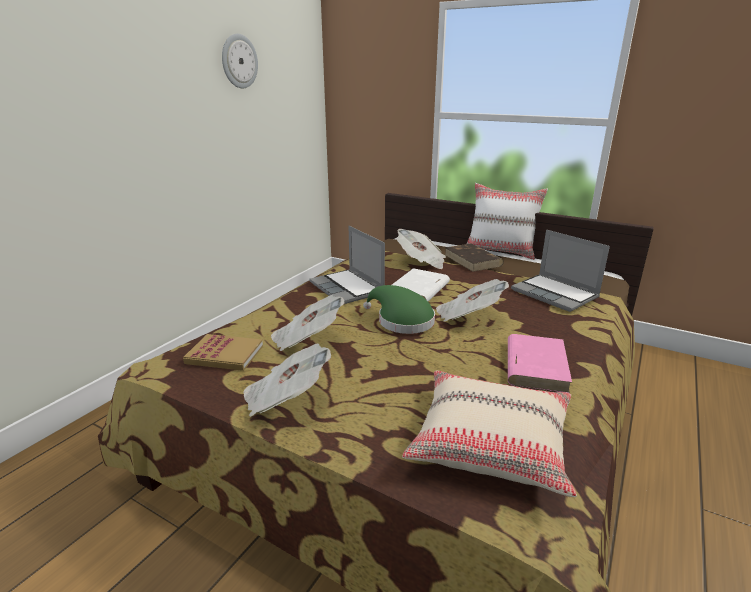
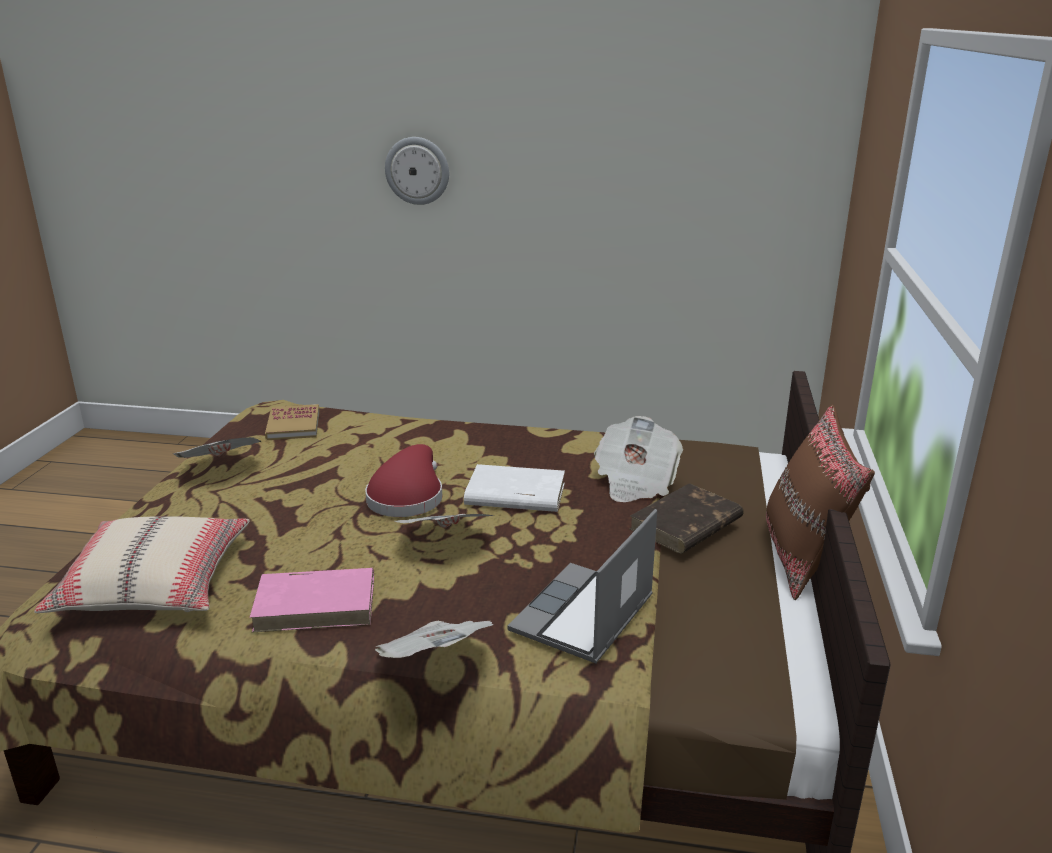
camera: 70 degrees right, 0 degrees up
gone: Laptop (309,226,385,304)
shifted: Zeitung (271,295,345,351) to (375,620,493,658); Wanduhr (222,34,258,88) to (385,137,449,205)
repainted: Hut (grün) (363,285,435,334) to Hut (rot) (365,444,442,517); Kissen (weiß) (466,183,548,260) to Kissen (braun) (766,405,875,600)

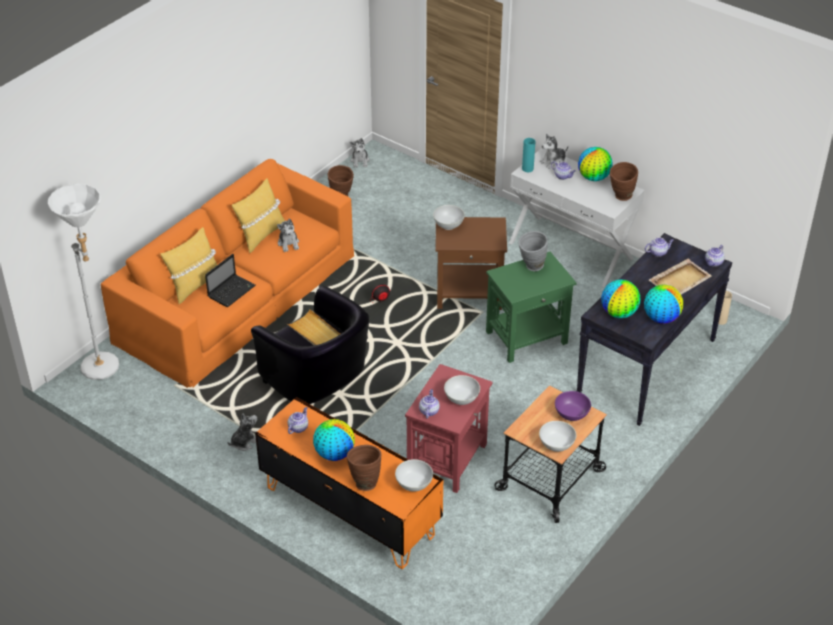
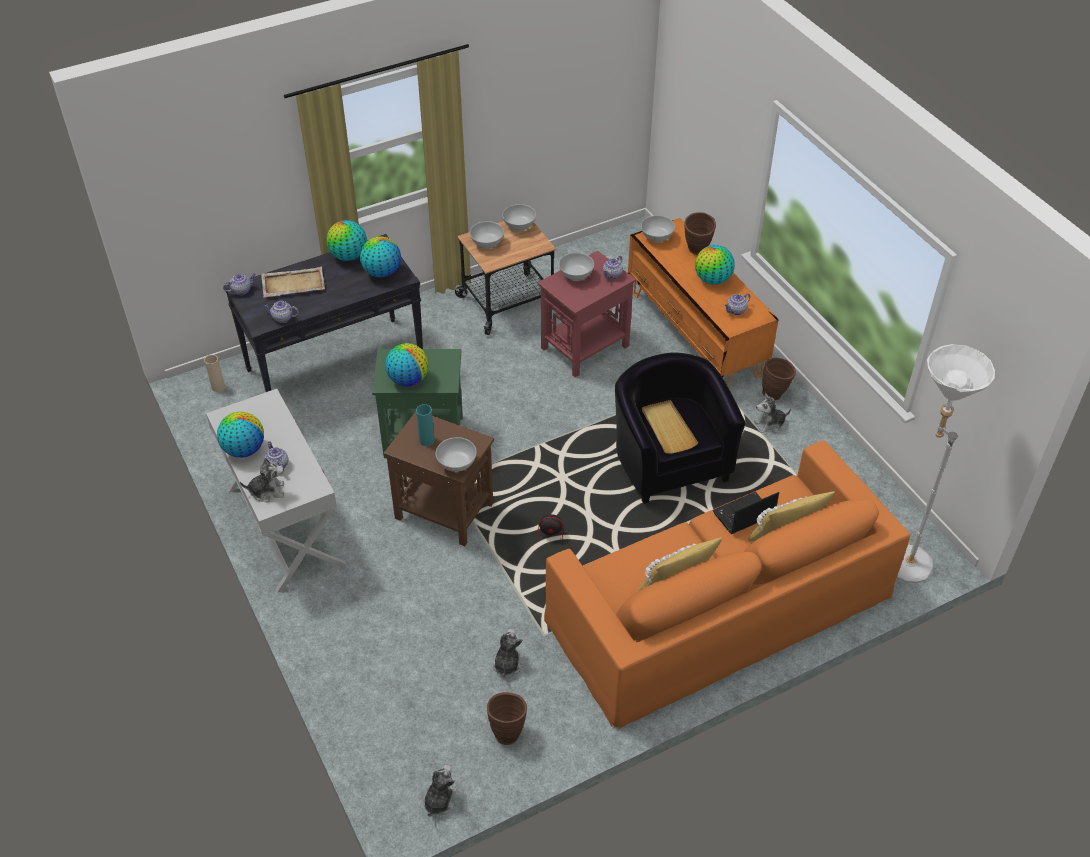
camera: 155 degrees left, 5 degrees up
shifted: Vase (türkis) (522,138,535,172) to (416,404,434,446); Plüschtier (277,218,299,252) to (493,628,523,678); Vase (braun) (610,162,638,201) to (762,358,796,400)
swapped: Vase (grau) (518,231,548,271) to Globus (385,343,429,387)
repainted: Schüssel (lila) (555,391,591,421) to Schüssel (weiß) (470,221,504,249)

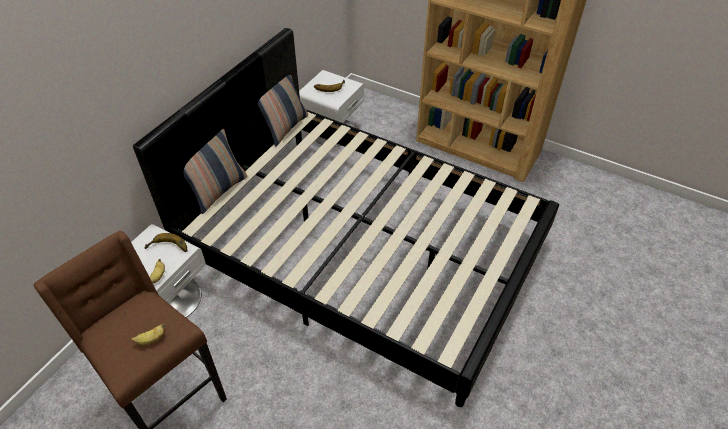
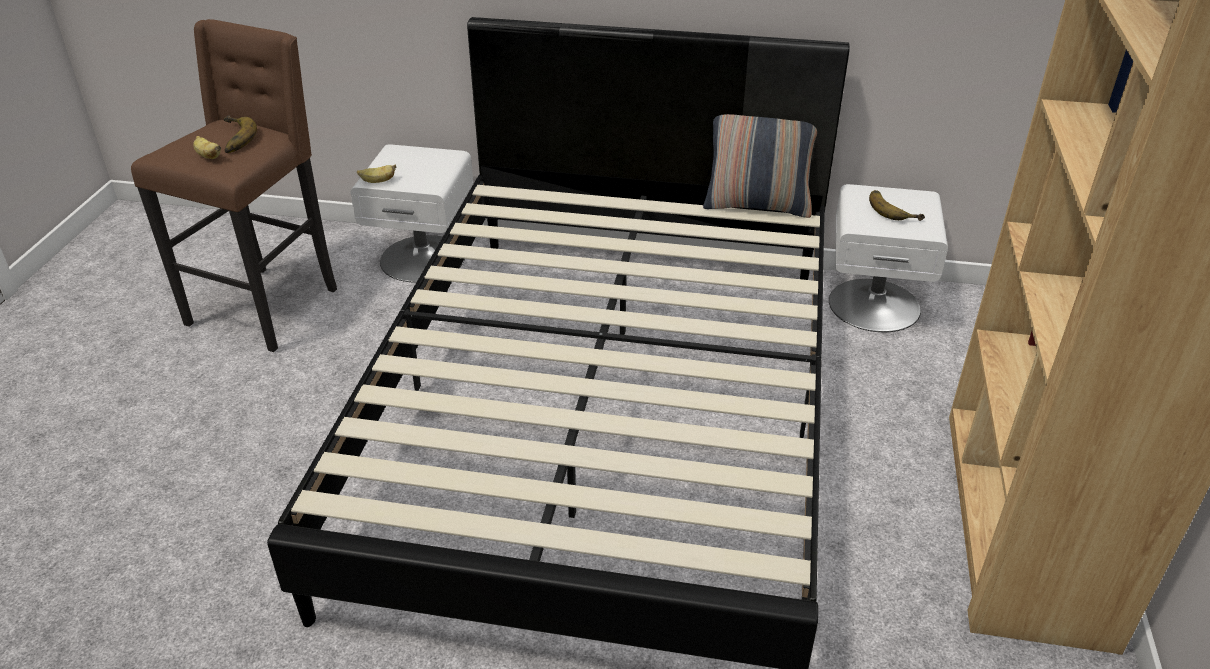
camera: 70 degrees right, 10 degrees down
gone: Kissen (183,129,247,214)
shifted: Banane (144,233,187,252) to (224,115,257,153)

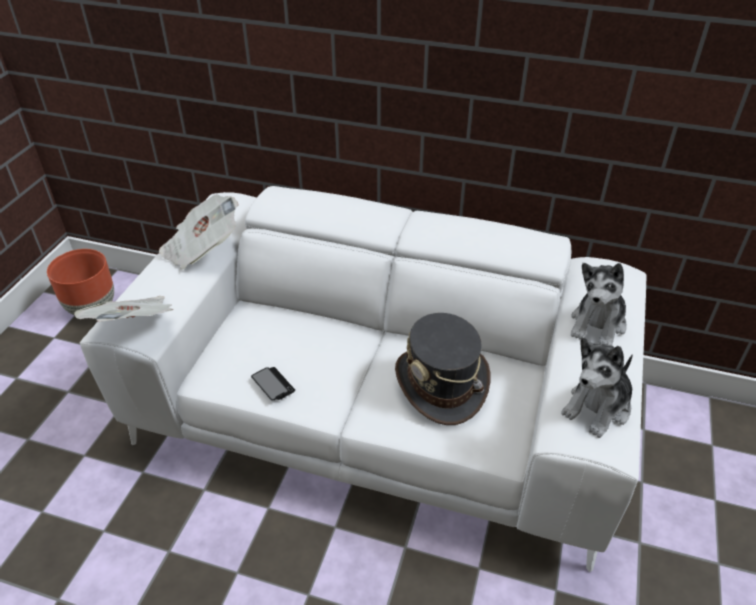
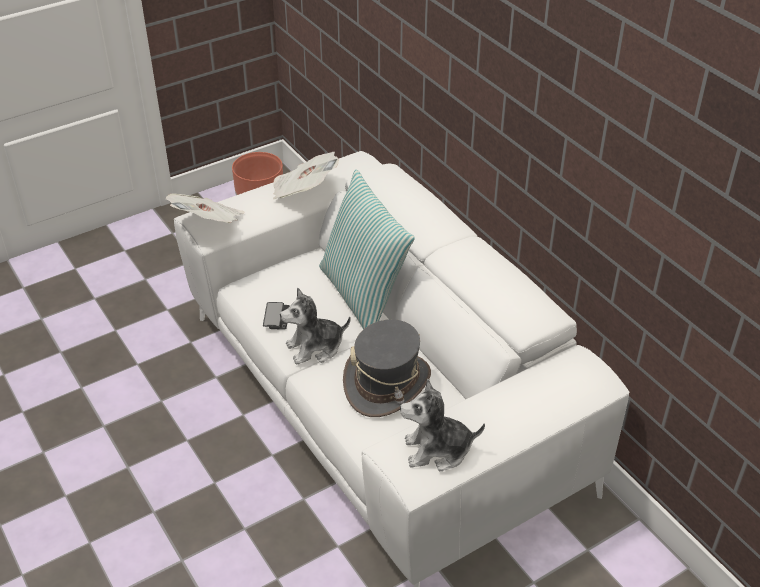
camera: 40 degrees right, 0 degrees up
new: Kissen (319,169,415,329)
shifted: Plüschtier (571,263,627,345) to (280,287,351,364)

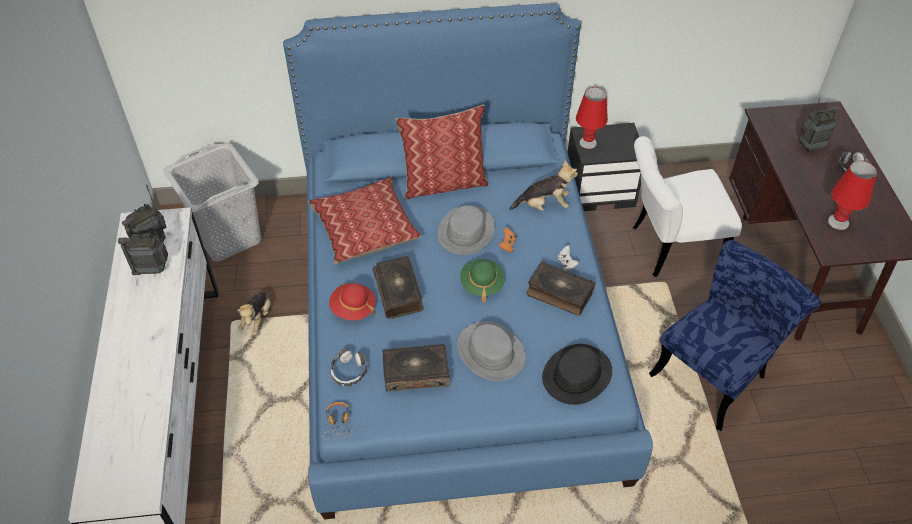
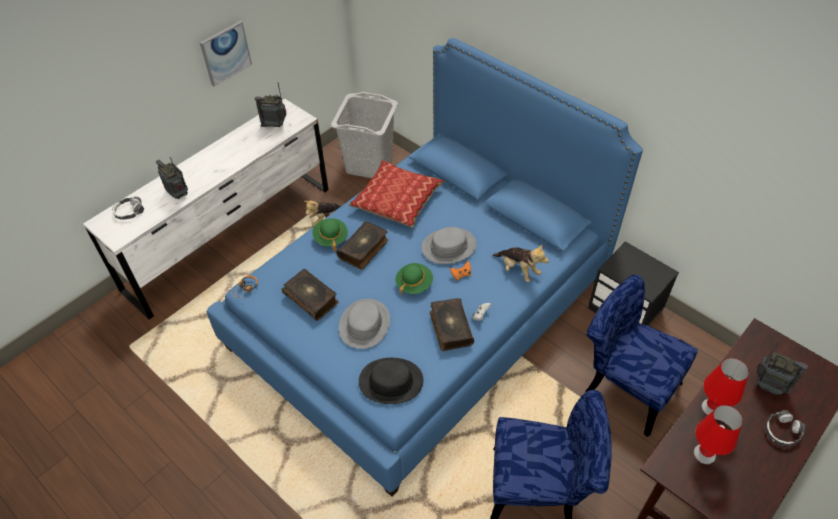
camera: 50 degrees right, 0 degrees up
gone: Kissen (395,104,488,199)
new: Bild (200,21,252,86)
shifted: Kopfhörer (330,348,367,386) to (112,196,144,219); Radio (118,216,168,275) to (156,157,188,199); Tischlampe (rot) (576,87,608,149) to (701,358,749,415)
repainted: Hut (rot) (329,283,375,320) to Hut (grün) (312,218,348,251); Stuhl (weiß) (633,136,742,277) to Stuhl (blau) (585,275,698,437)

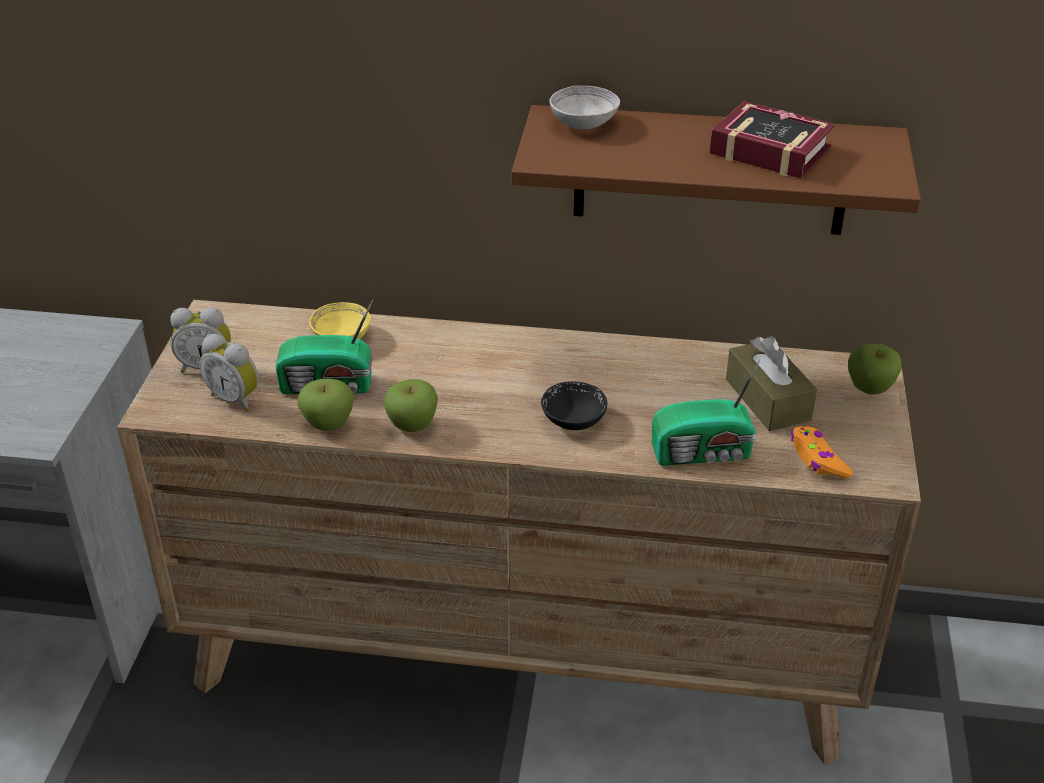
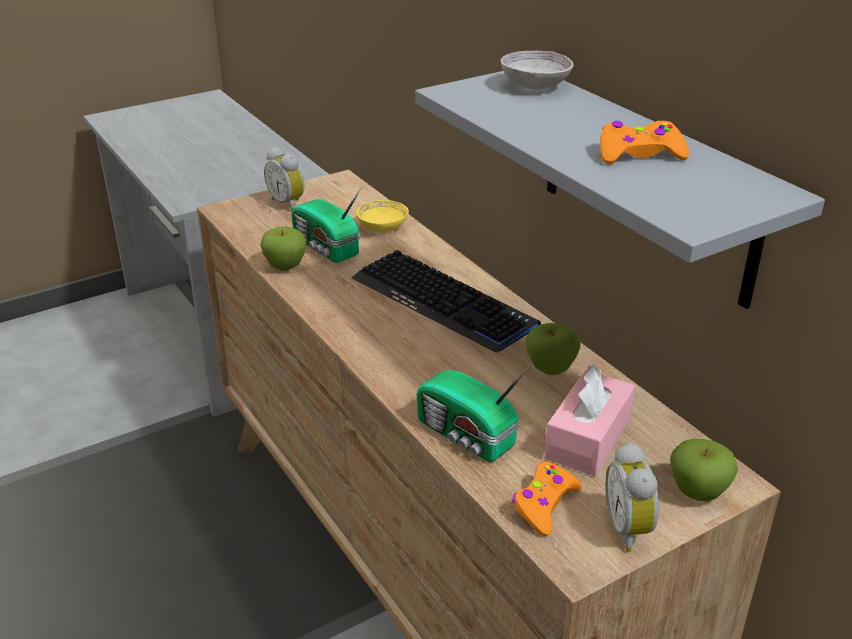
camera: 50 degrees right, 5 degrees down
gone: Schüssel (schwarz) (541,381,607,430)
new: Tastatur (352,250,541,353)
shifted: Apfel (383,379,438,432) to (525,323,581,375); Wecker (199,334,259,412) to (605,442,659,552)
swapped: Buch (710,101,835,179) to Gamepad (orange) (600,121,689,164)
repainted: Wandregal (braun) (511,105,921,235) to Wandregal (grau) (415,71,825,309); Taschentuchbox (braun) (726,336,817,431) to Taschentuchbox (rosa) (544,364,635,476)

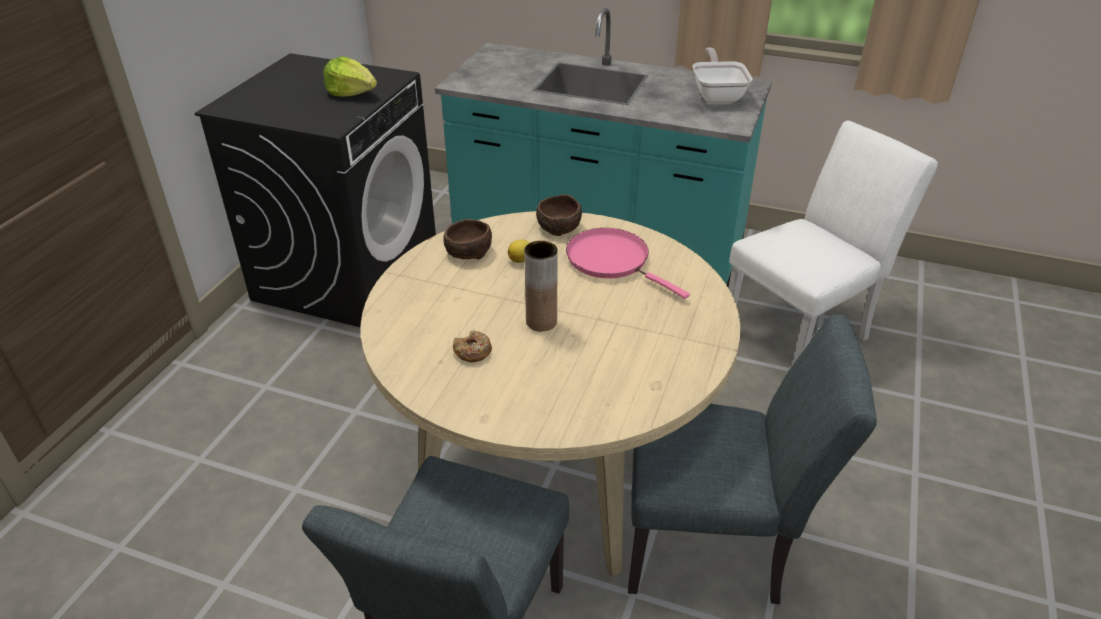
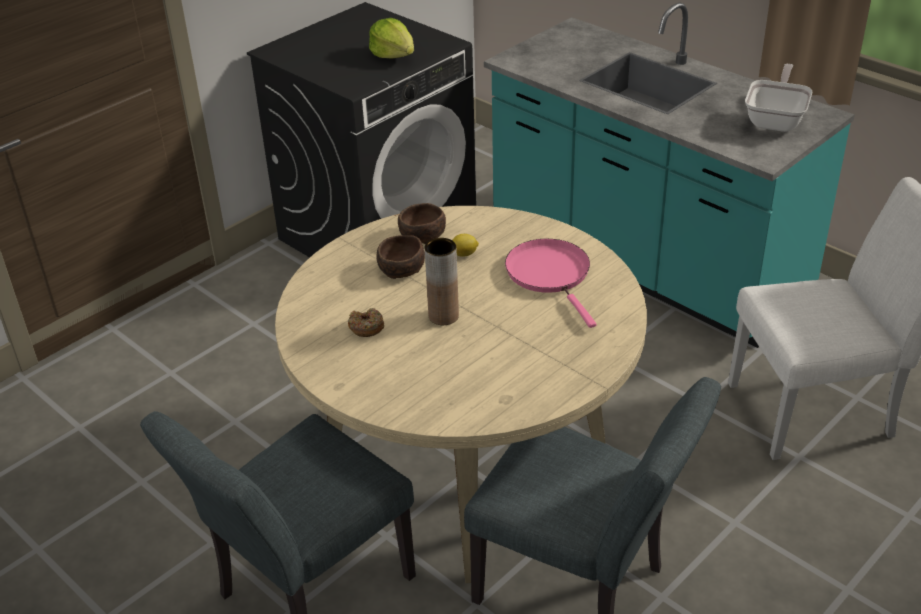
camera: 25 degrees right, 0 degrees up
shifted: Schüssel (braun) (536,194,582,236) to (376,235,425,279)

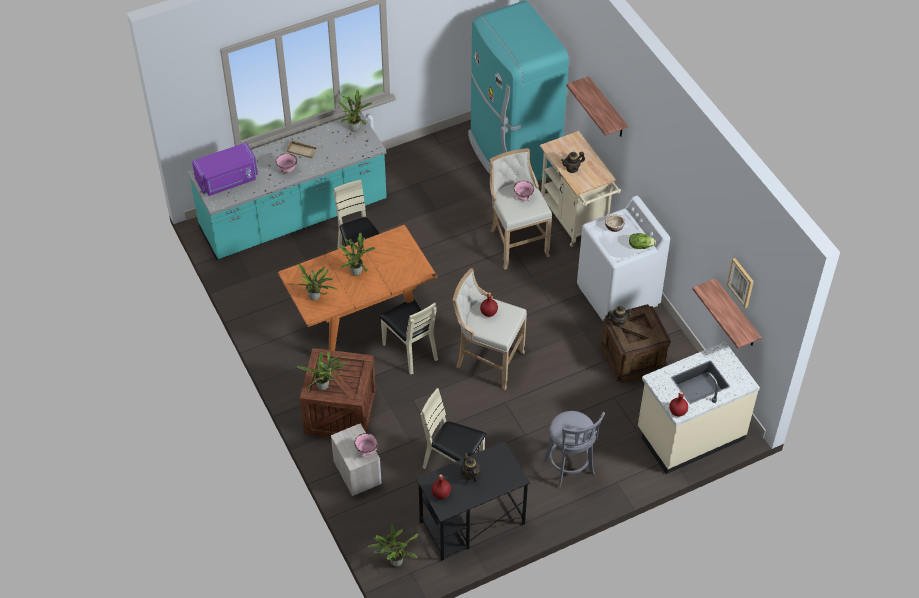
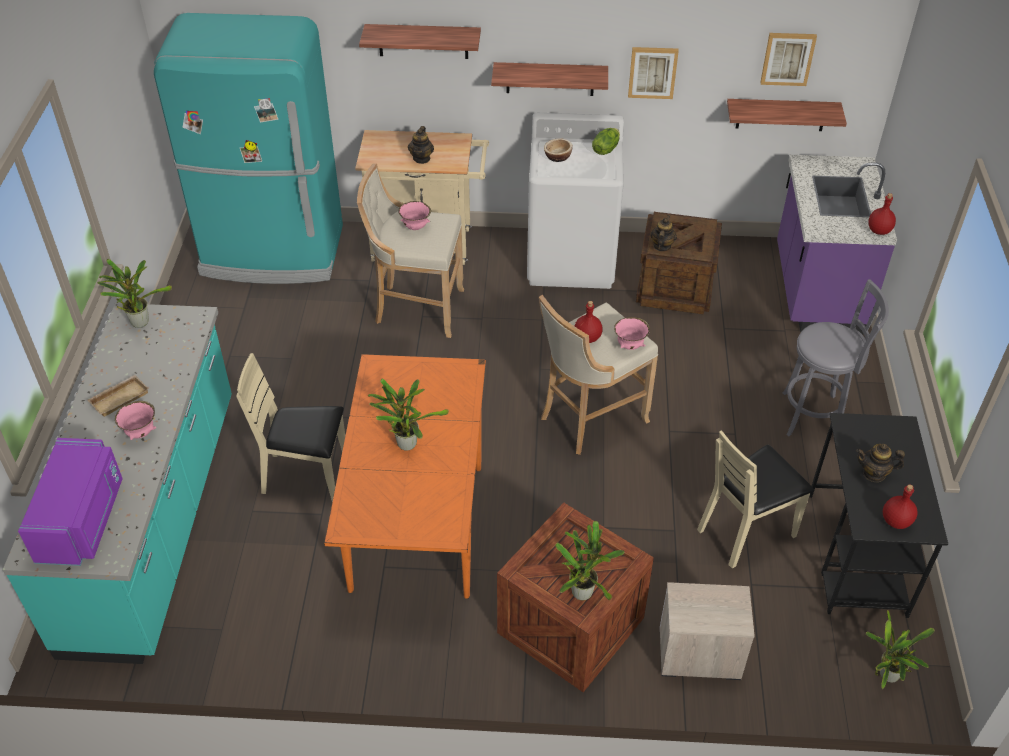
camera: 60 degrees left, 5 degrees down
gone: Topfpflanze (291,264,337,300); Stuhl (beige) (380,299,438,375)
new: Wandregal (491,62,608,96); Bild (628,47,679,99)
shifted: Schüssel (rosa) (354,433,378,457) to (614,317,650,350)
repainted: Küchenzeile (beige) (638,342,760,474) to Küchenzeile (lila) (777,155,897,335)

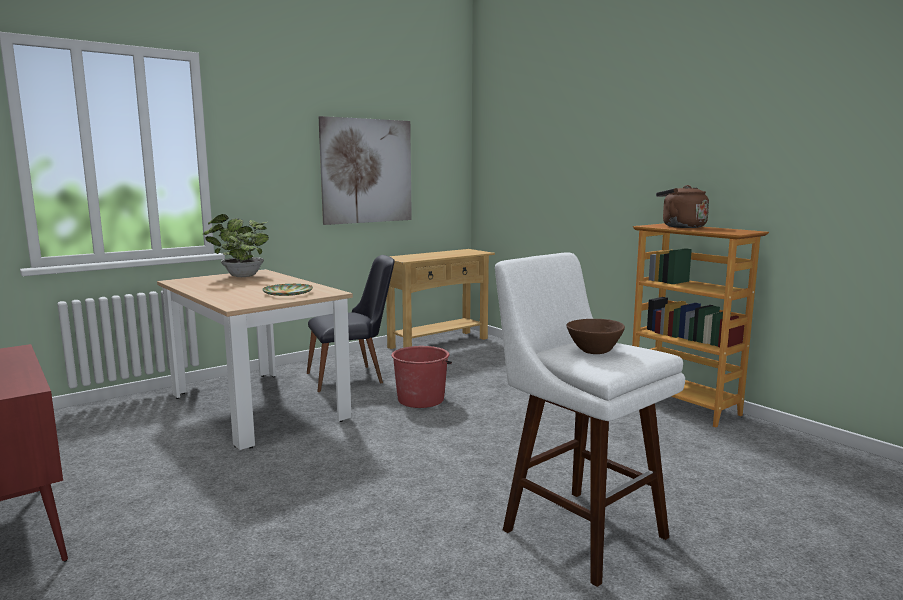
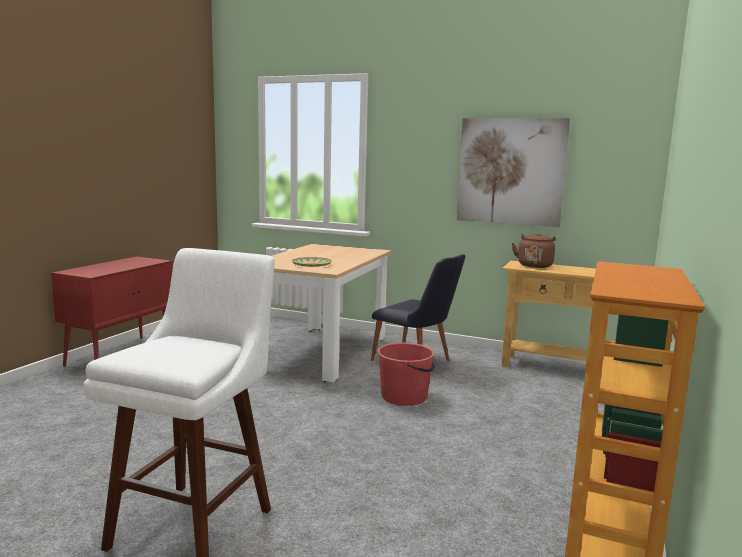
camera: 60 degrees right, 0 degrees up
gone: Topfpflanze (203,214,269,277); Schüssel (braun) (567,319,625,354)
shifted: Wasserkessel (braun) (656,185,709,228) to (512,233,556,268)

